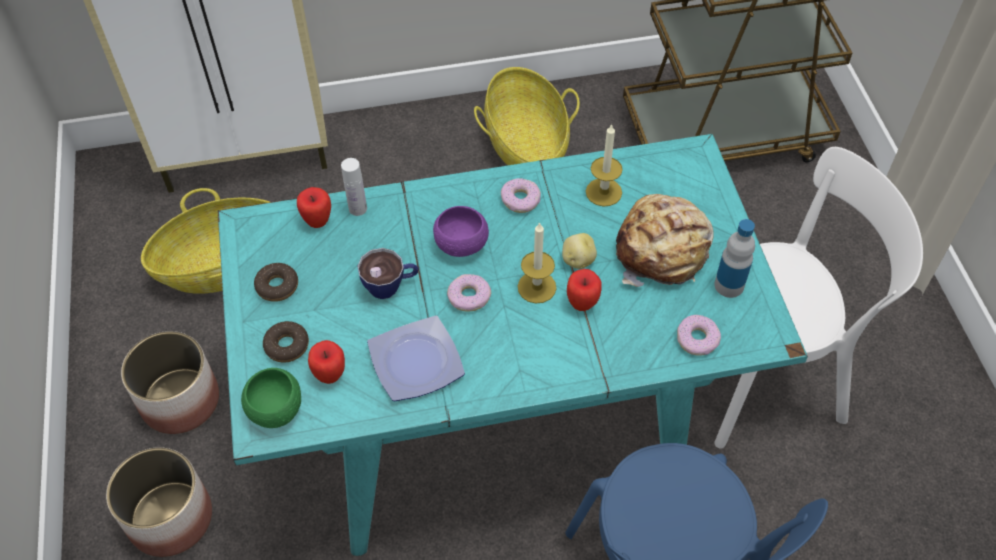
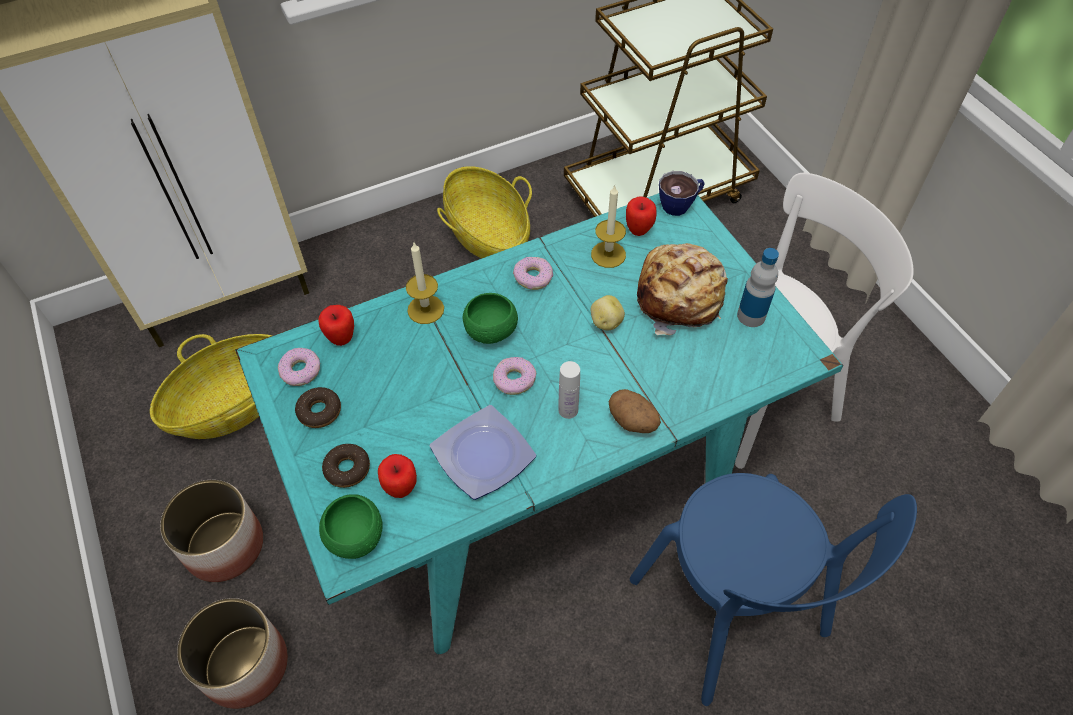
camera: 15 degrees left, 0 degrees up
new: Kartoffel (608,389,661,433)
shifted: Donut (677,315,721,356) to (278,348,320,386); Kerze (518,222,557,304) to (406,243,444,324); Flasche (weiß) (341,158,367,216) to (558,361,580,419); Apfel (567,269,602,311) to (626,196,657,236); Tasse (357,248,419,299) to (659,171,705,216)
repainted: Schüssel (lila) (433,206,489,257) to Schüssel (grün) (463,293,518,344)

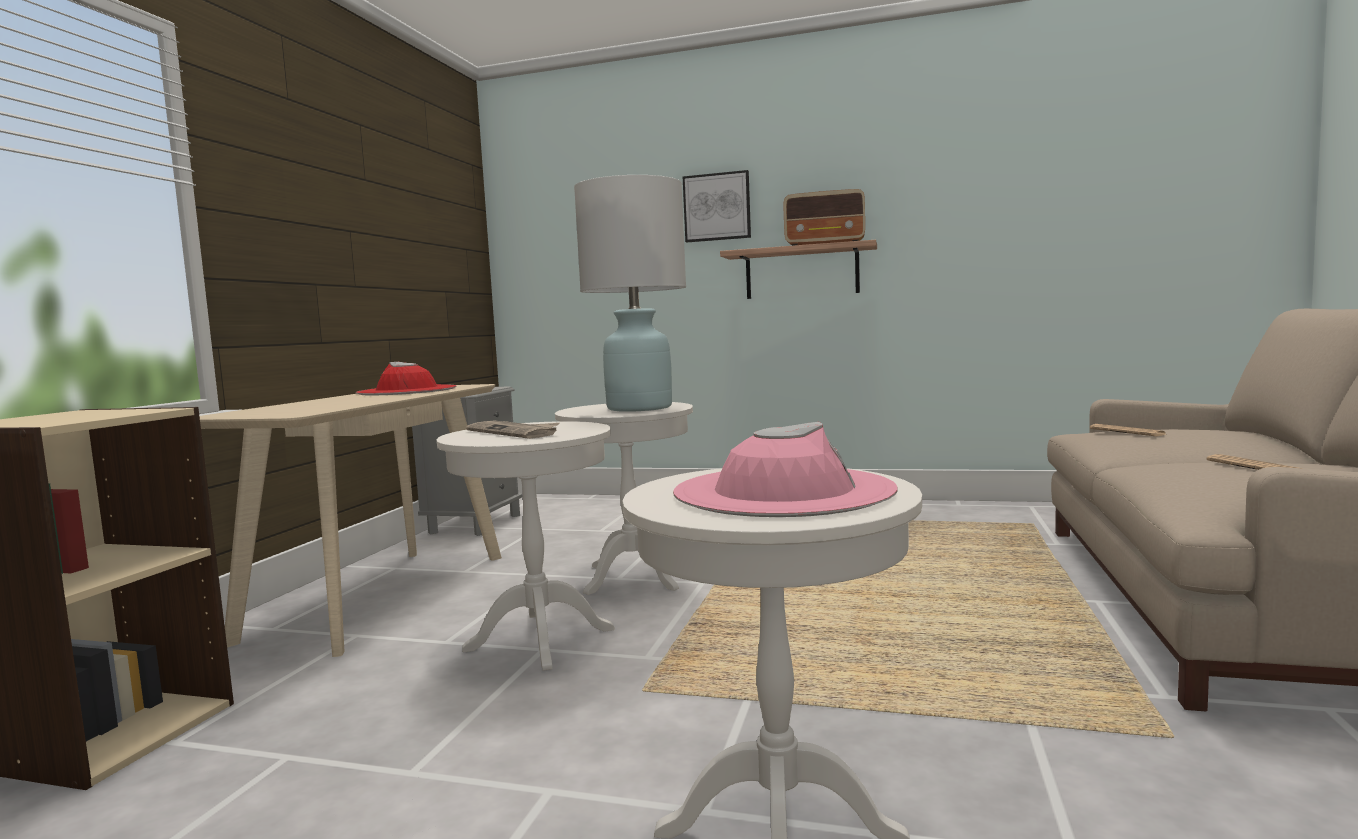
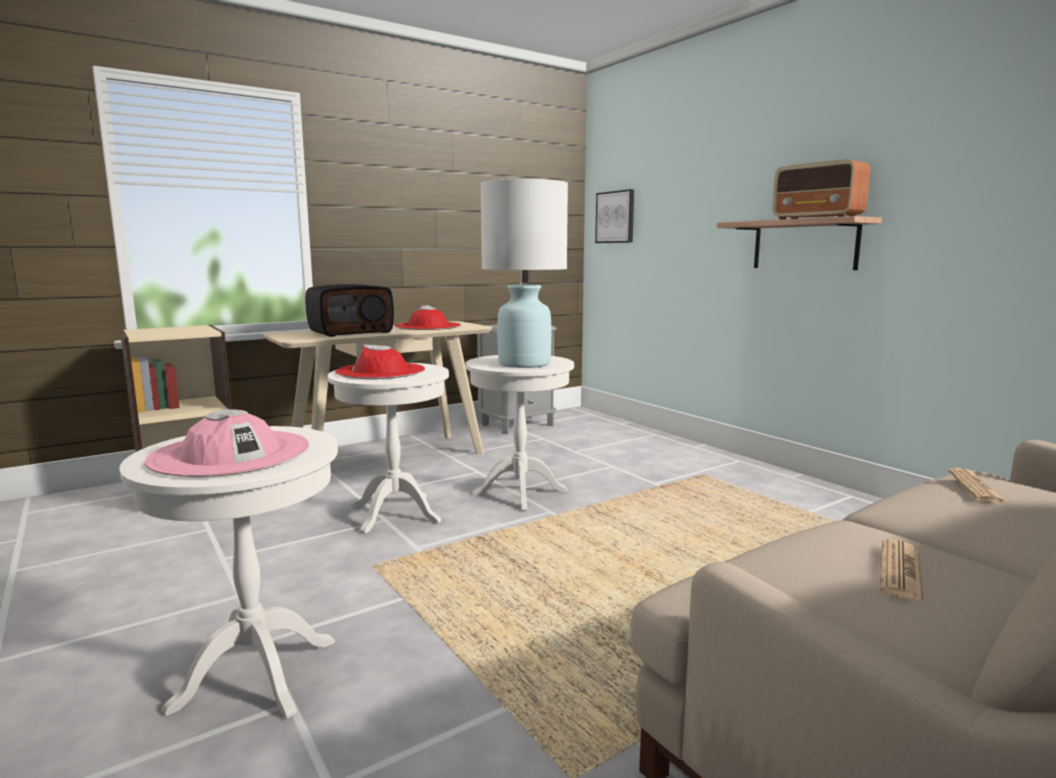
camera: 40 degrees right, 5 degrees up
new: Radio (305,284,394,337)
shifted: Bild (683,170,751,242) to (595,189,634,243)
swapped: Zeitung (466,421,560,439) to Hut (rot) (335,344,425,379)

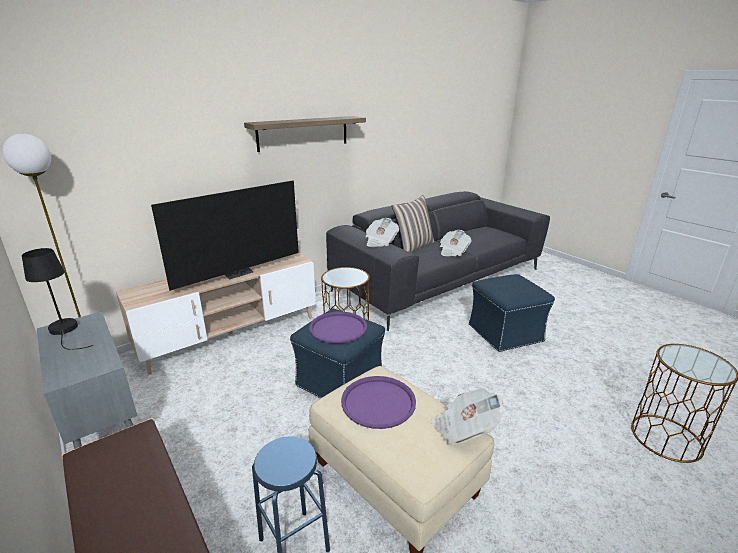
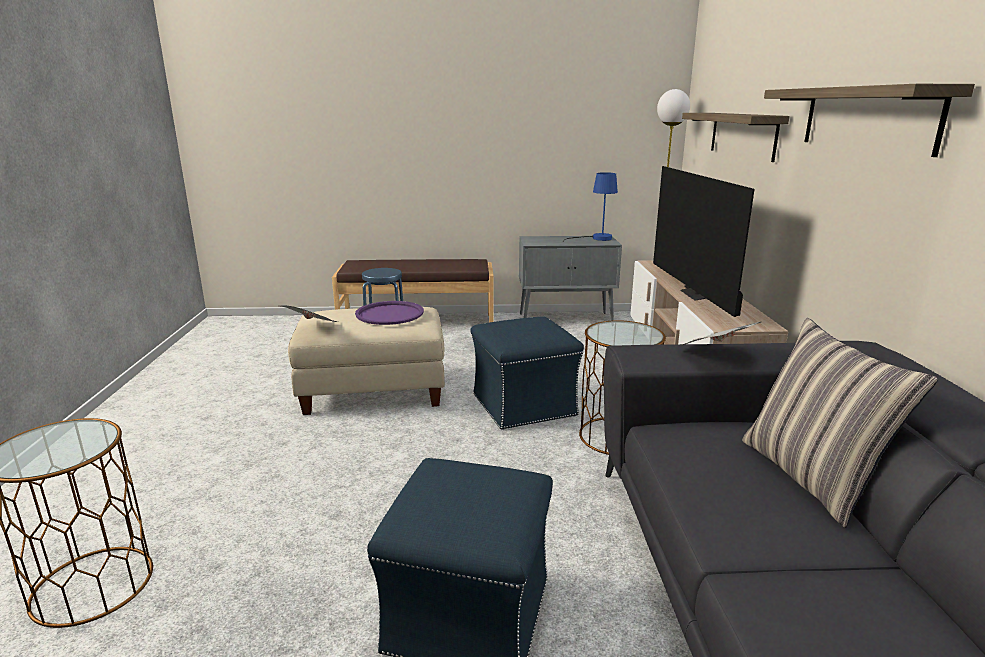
camera: 125 degrees right, 5 degrees down
gone: Tablett (lila) (309,312,367,344); Zeitung (440,230,471,256)
new: Wandregal (682,113,790,162)
repainted: Tischlampe (schwarz) (22,248,93,350) to Tischlampe (blau) (563,172,618,242)

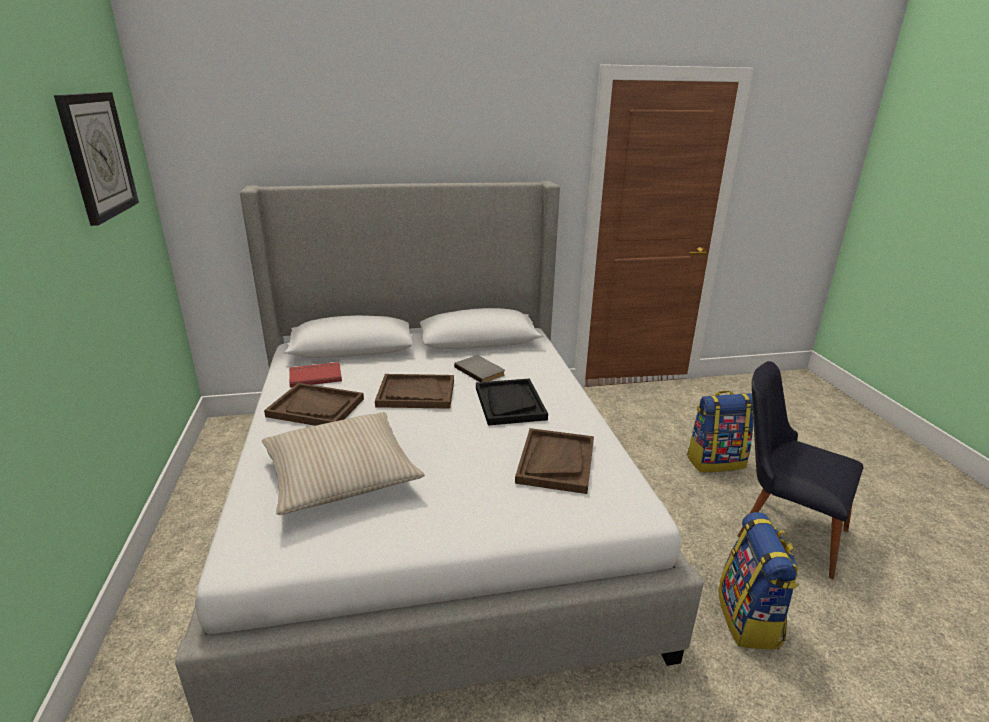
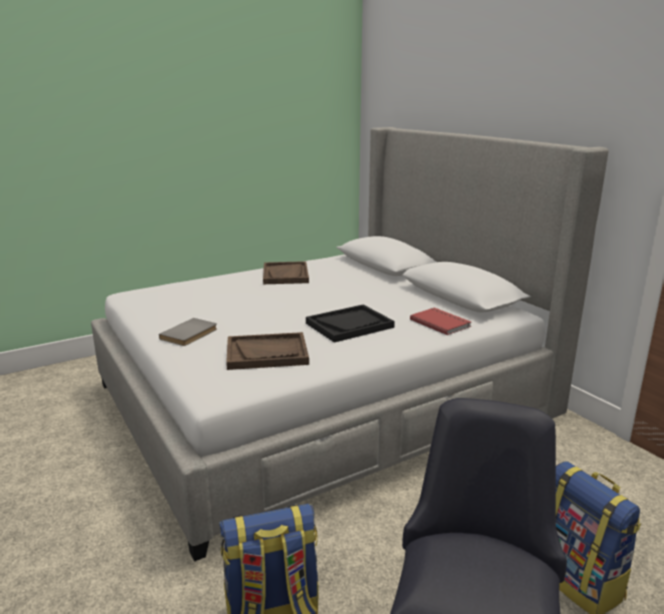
camera: 70 degrees right, 5 degrees down
gone: Wanduhr (54,92,139,226); Kissen (beige) (262,412,425,515); Tablett (braun) (375,374,454,409)
shifted: Buch (grau) (454,355,505,382) to (159,318,217,346); Buch (rot) (289,362,342,387) to (410,308,471,335)

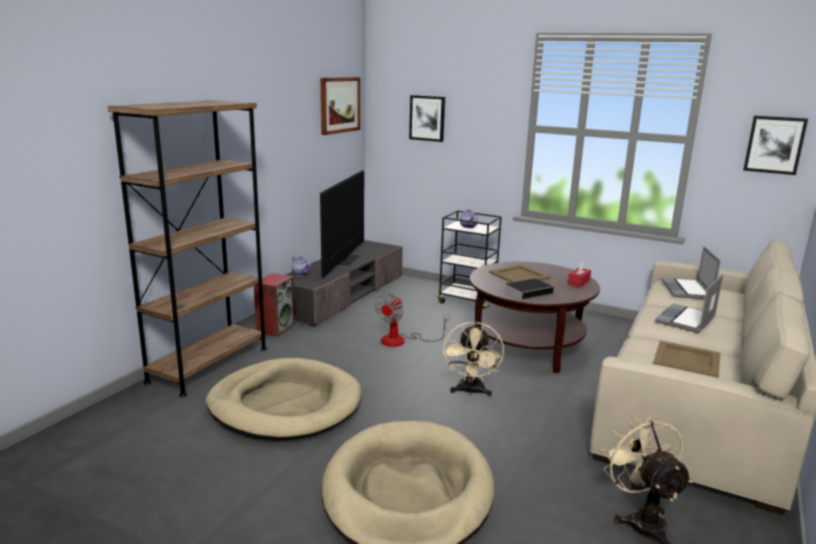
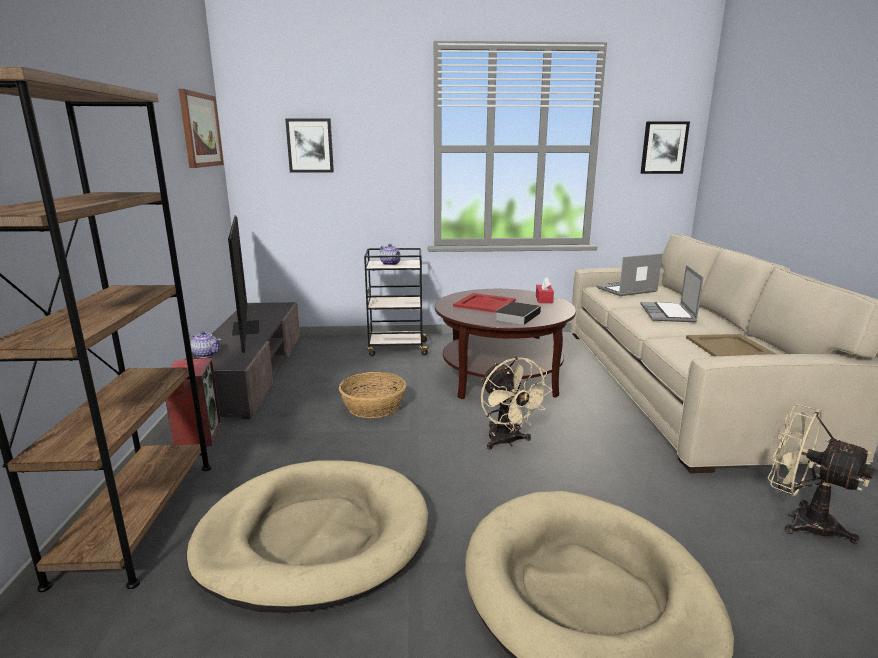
camera: 30 degrees left, 0 degrees up
swapped: Ventilator (375,294,449,347) to Korb (339,372,406,418)
repainted: Tablett (beige) (489,265,551,282) to Tablett (rot) (453,293,516,313)
rotated: Laptop (661,246,721,299) = (596,253,662,296) 90 degrees clockwise

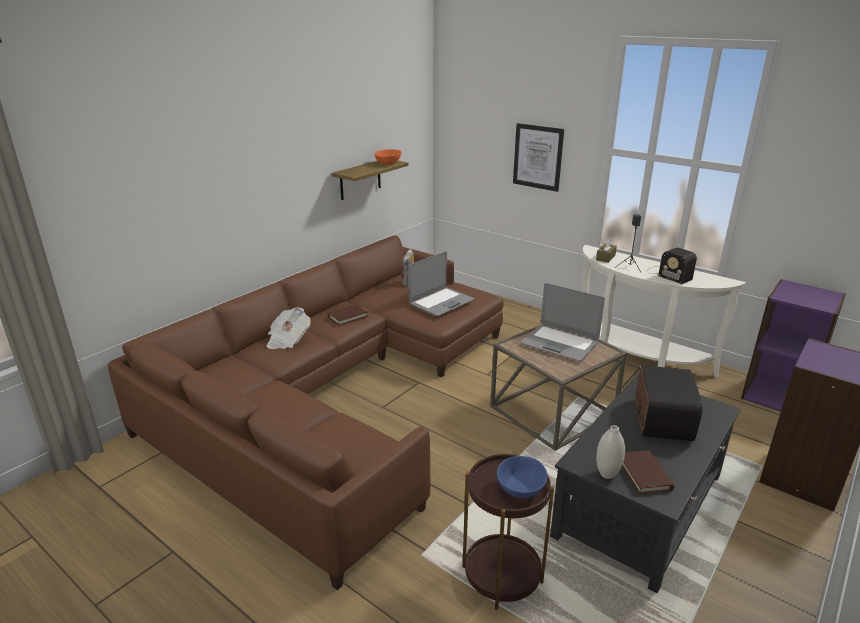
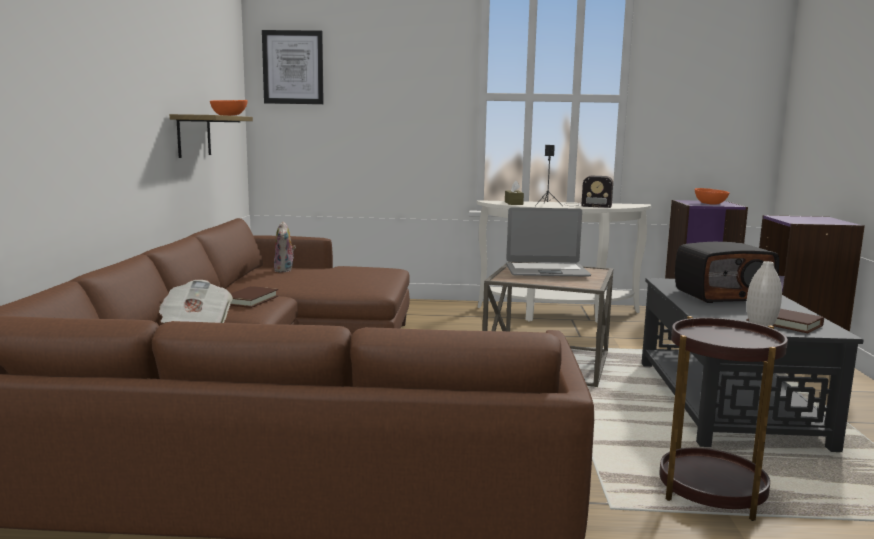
camera: 35 degrees left, 15 degrees down
gone: Laptop (408,251,474,316); Schüssel (blau) (497,456,548,498)
new: Schüssel (orange) (695,188,730,205)
shifted: Bild (513,123,564,192) to (262,30,324,104)
rotated: Radio (635,365,703,441) = (675,242,779,303) 105 degrees clockwise

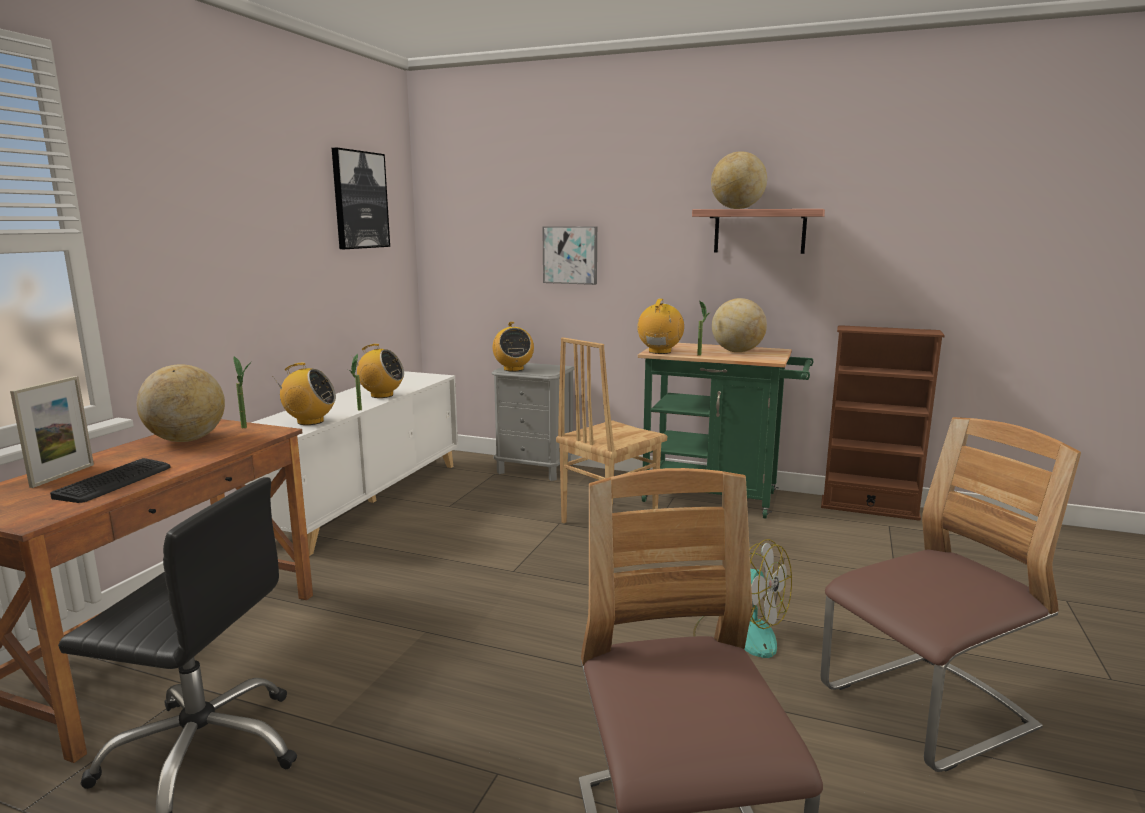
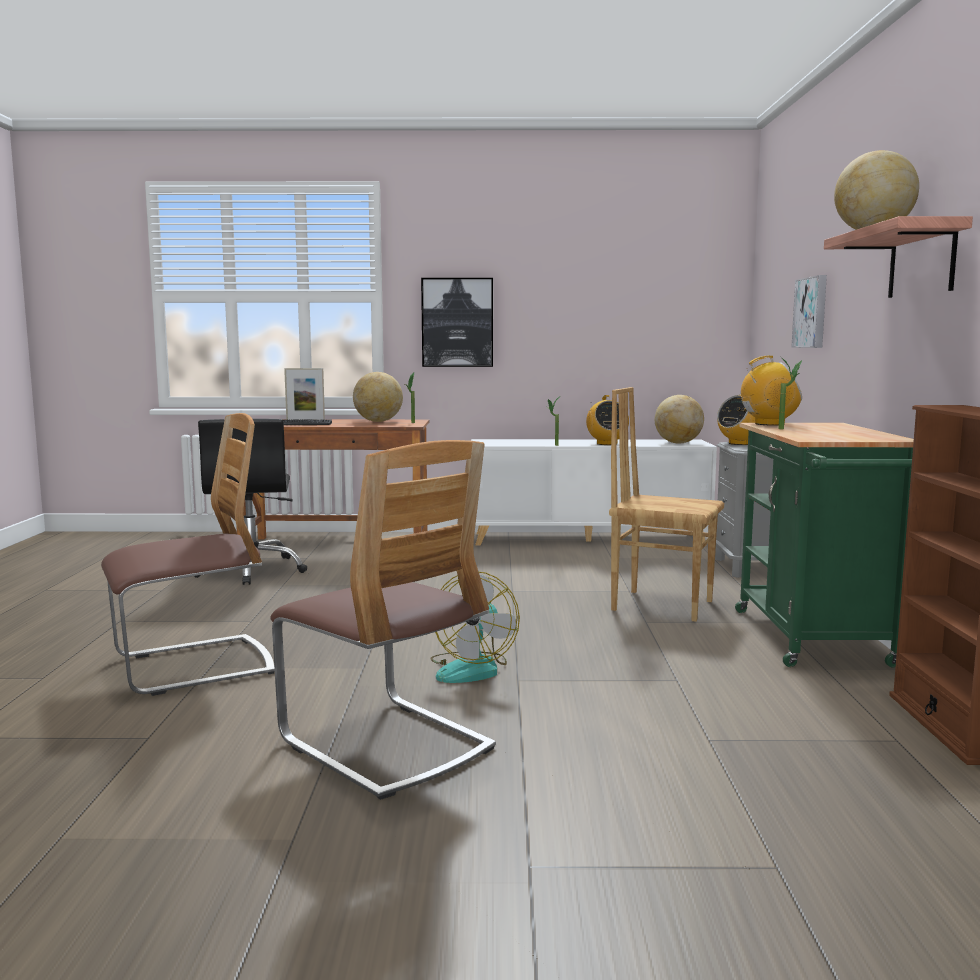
camera: 70 degrees right, 5 degrees down
gone: Radio (273,363,336,425)
shifted: Bild (332,148,390,249) to (421,278,493,367); Globus (712,298,767,352) to (655,395,704,444)

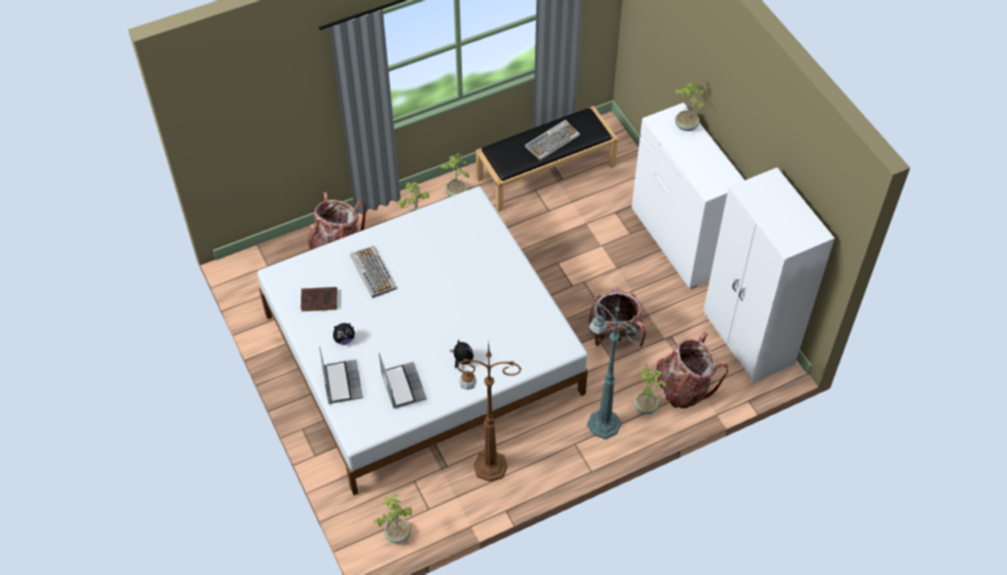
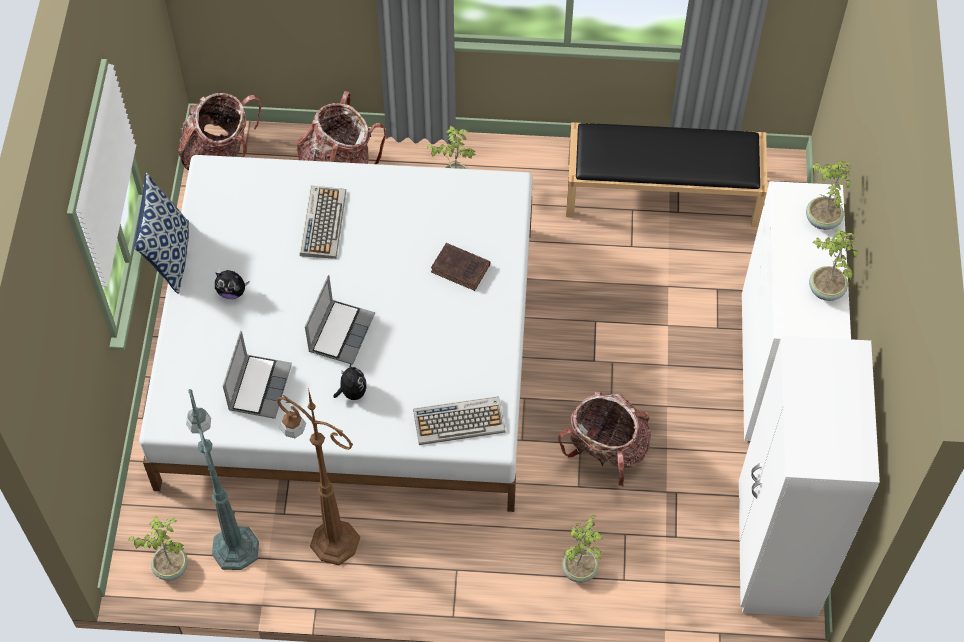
camera: 30 degrees right, 5 degrees up
new: Kissen (134,173,189,294)
shifted: Rucksack (656,332,728,408) to (178,93,262,171); Stehlampe (grün) (587,299,641,440) to (186,389,259,570); Laptop (319,347,363,404) to (305,275,375,365); Tastatur (525,120,580,161) to (413,396,505,445); Buch (braun) (301,287,337,311) to (431,243,490,291); Topfpflanze (441,153,470,197) to (809,231,858,301)

